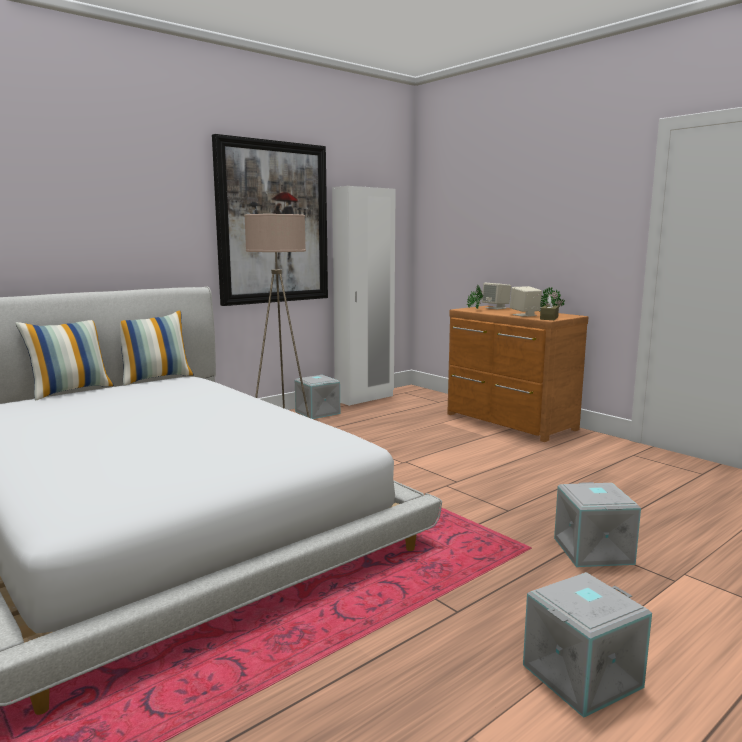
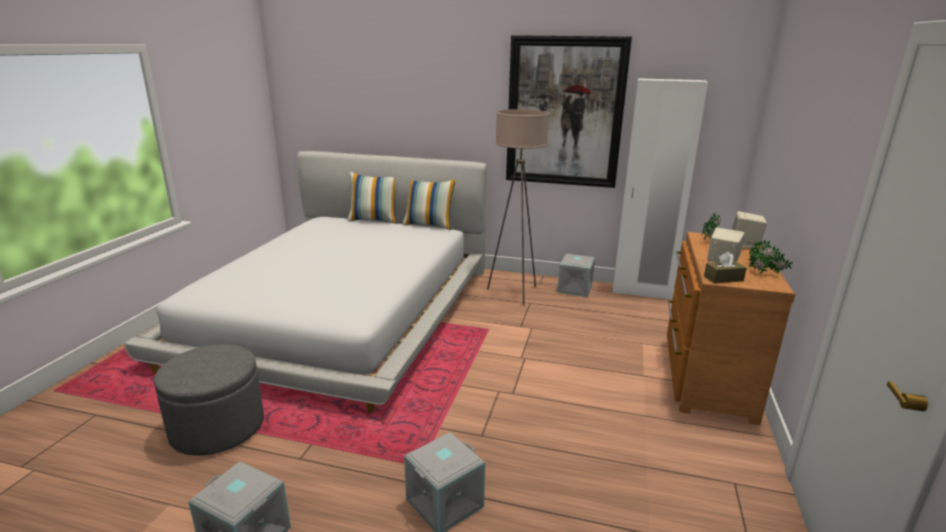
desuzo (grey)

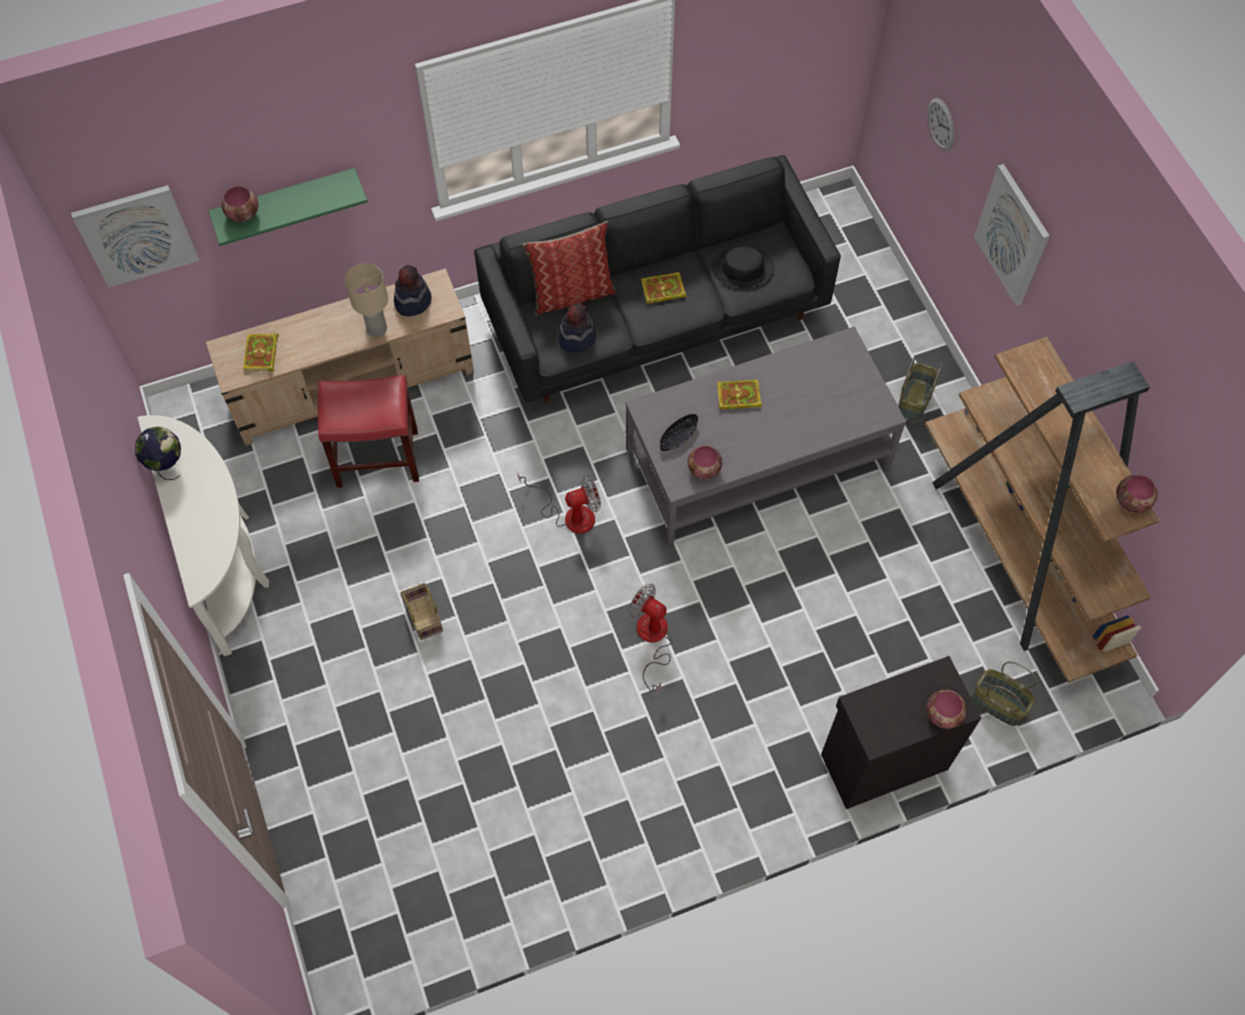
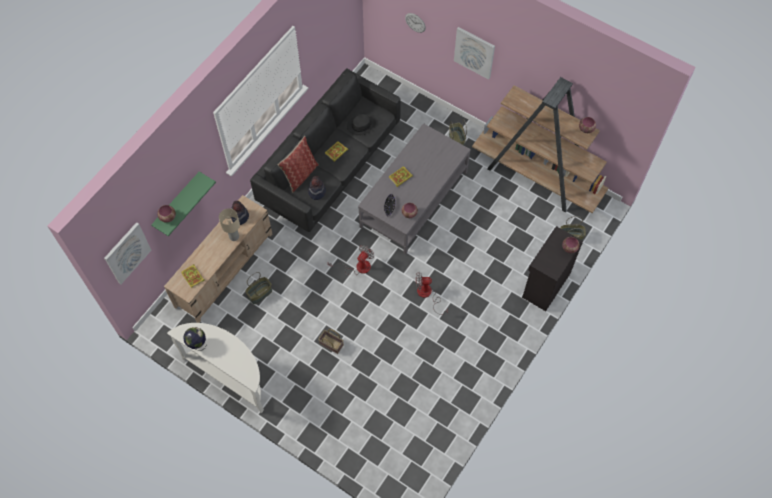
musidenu (1st from left)

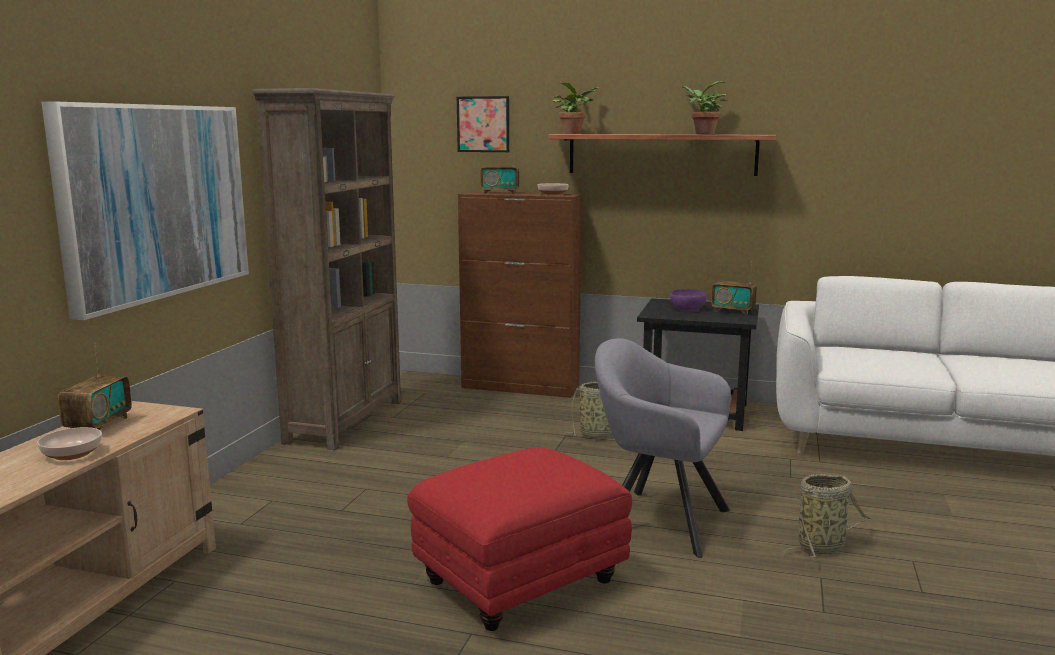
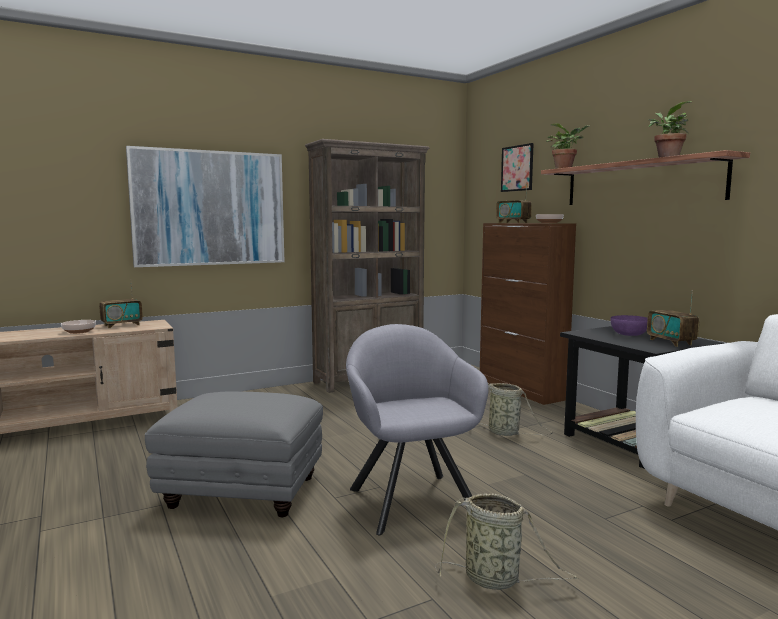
desuzo (grey)

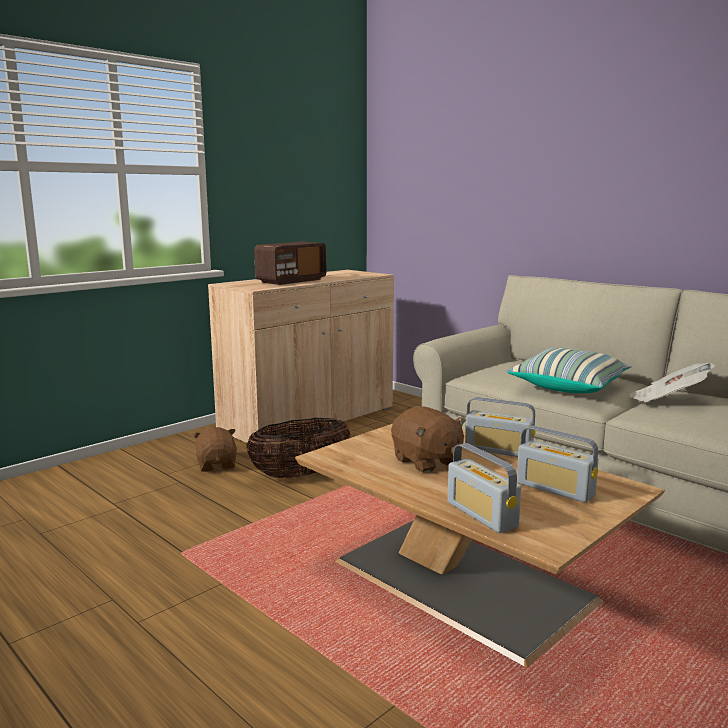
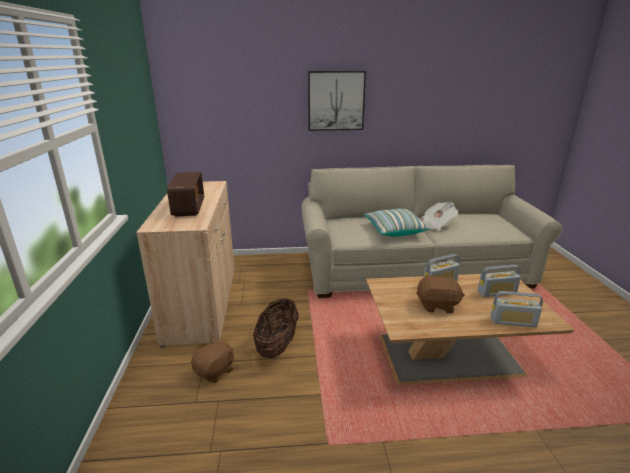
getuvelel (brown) (1st from left)
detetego

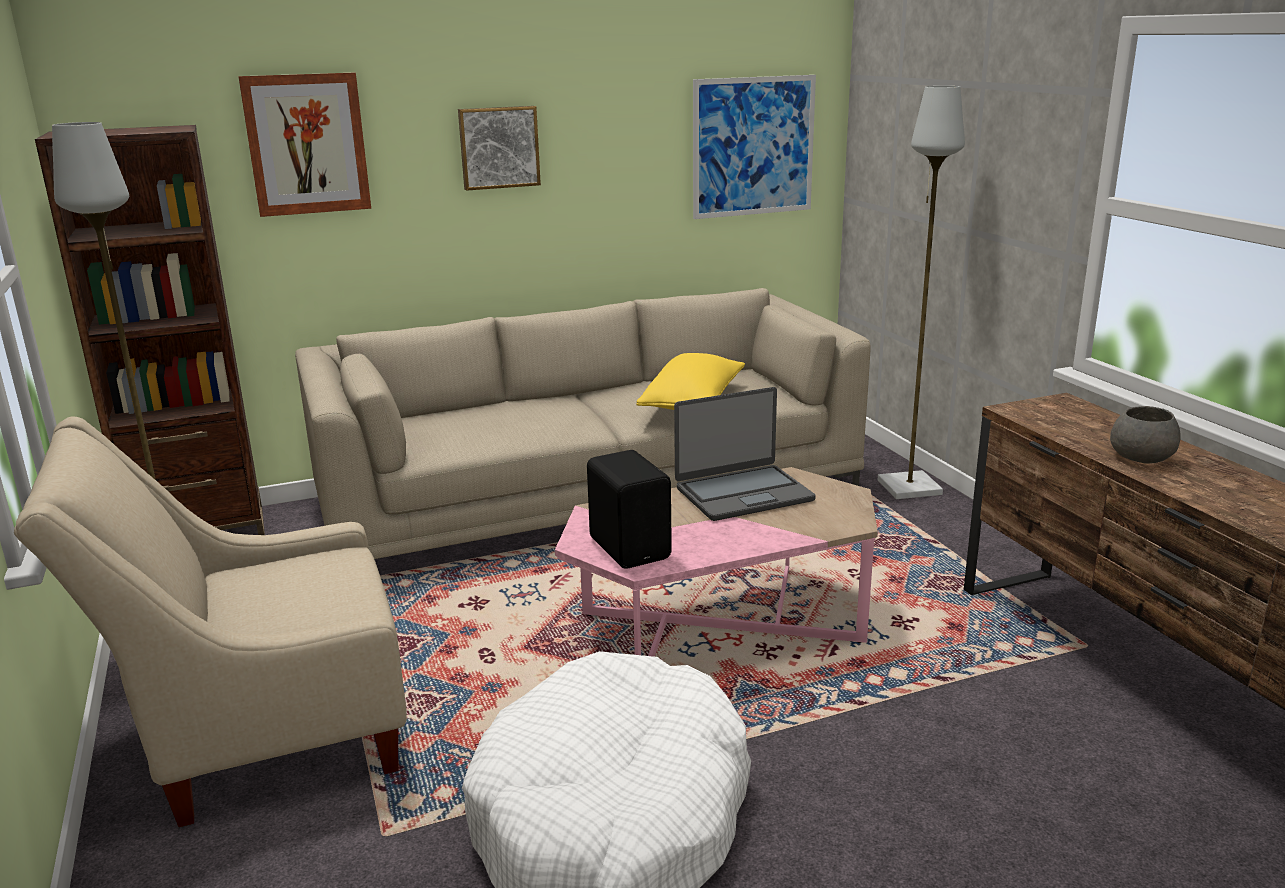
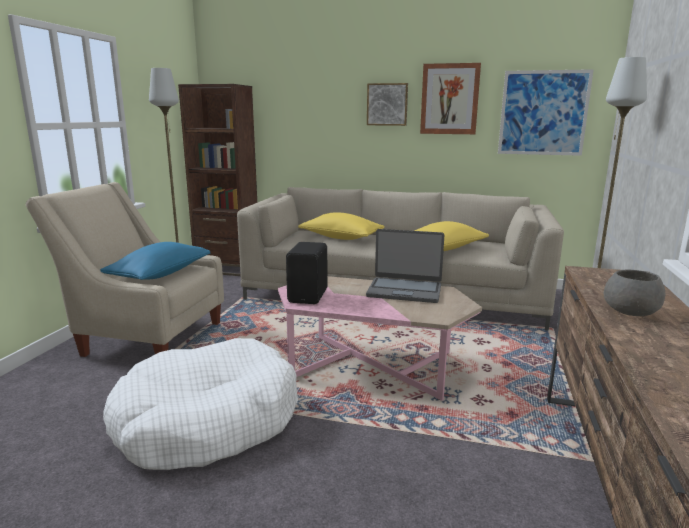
detetego (2nd from left)
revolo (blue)
revolo (yellow) (1st from left)

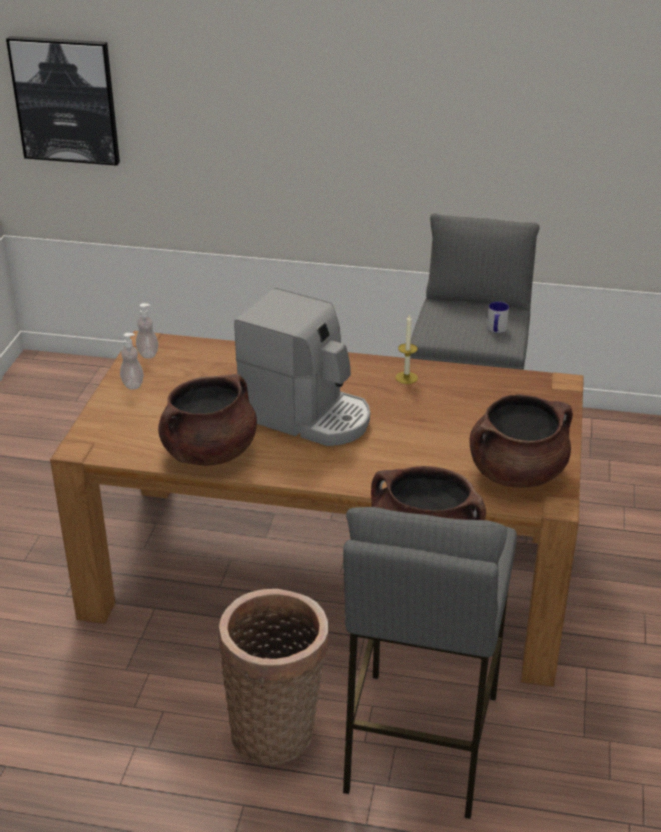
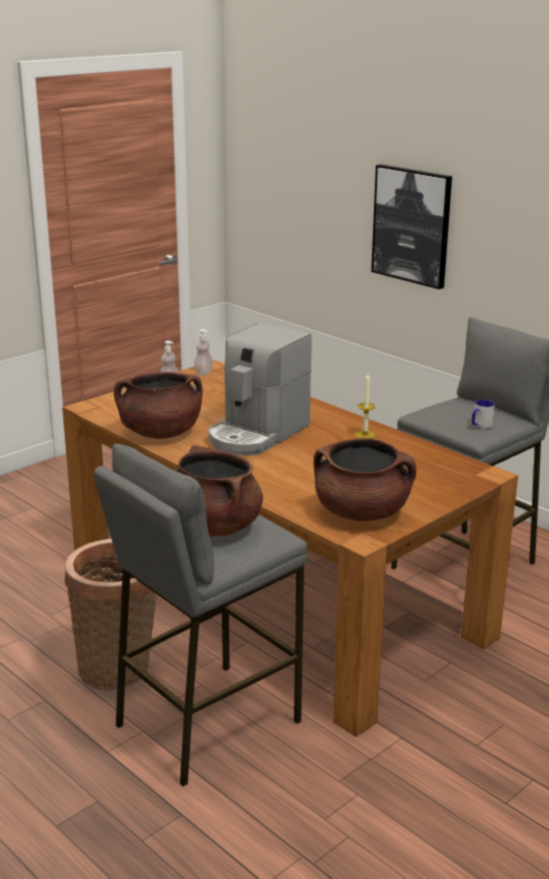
detetego
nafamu

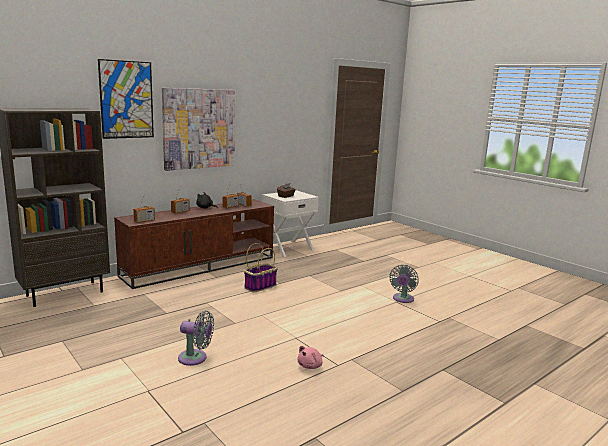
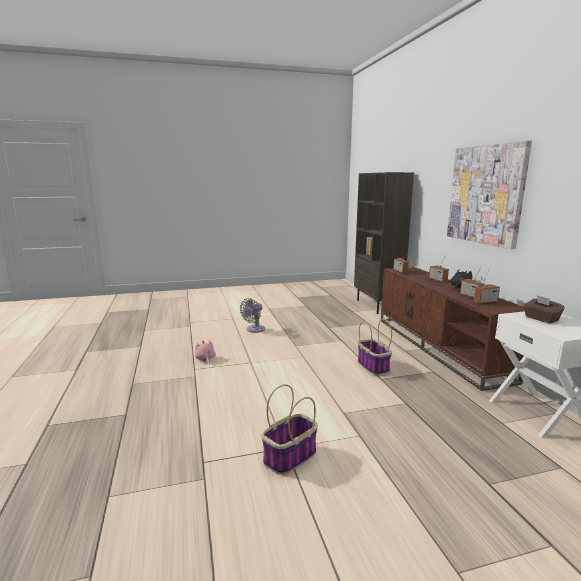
detetego (1st from left in the first image)
musidenu (1st from left)

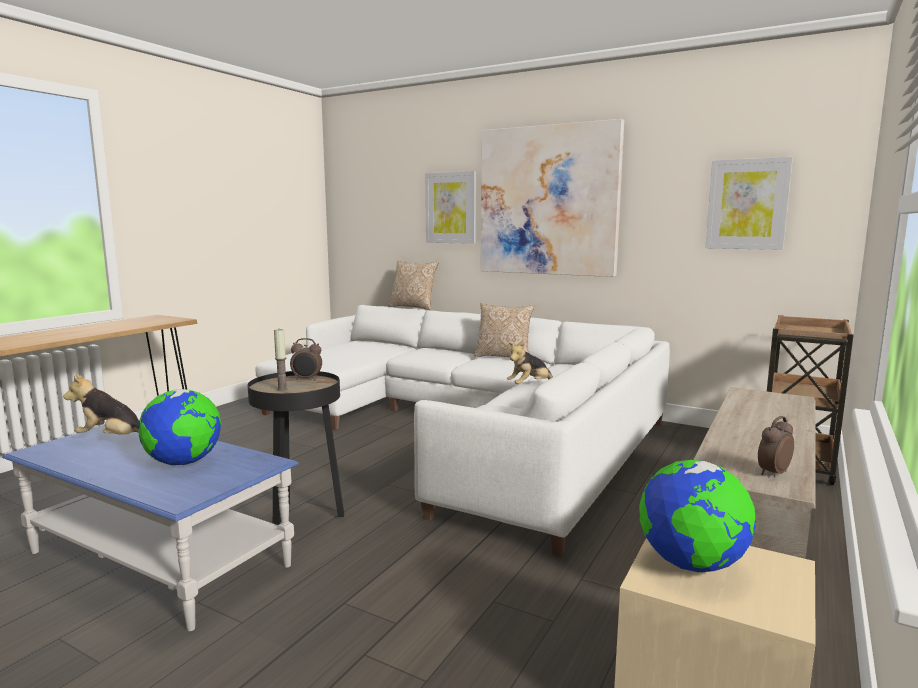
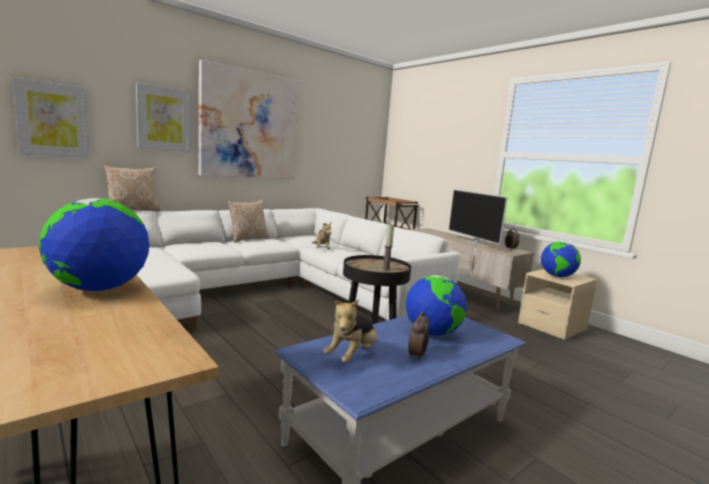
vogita (1st from left)
detetego (1st from left)
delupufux (1st from left)
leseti

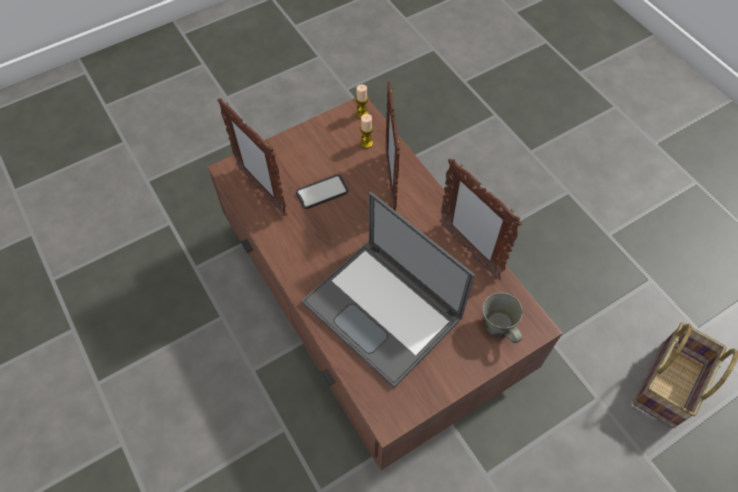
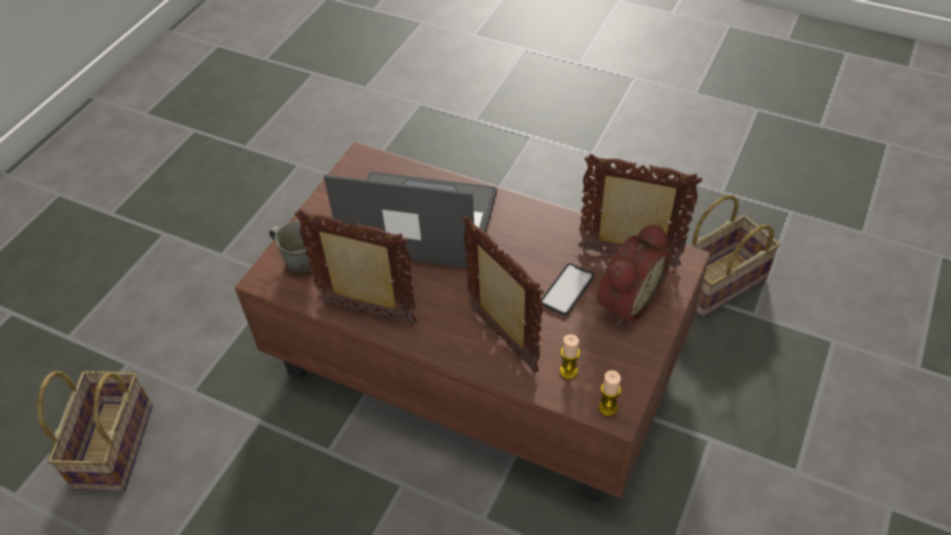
vogita
musidenu (2nd from left)

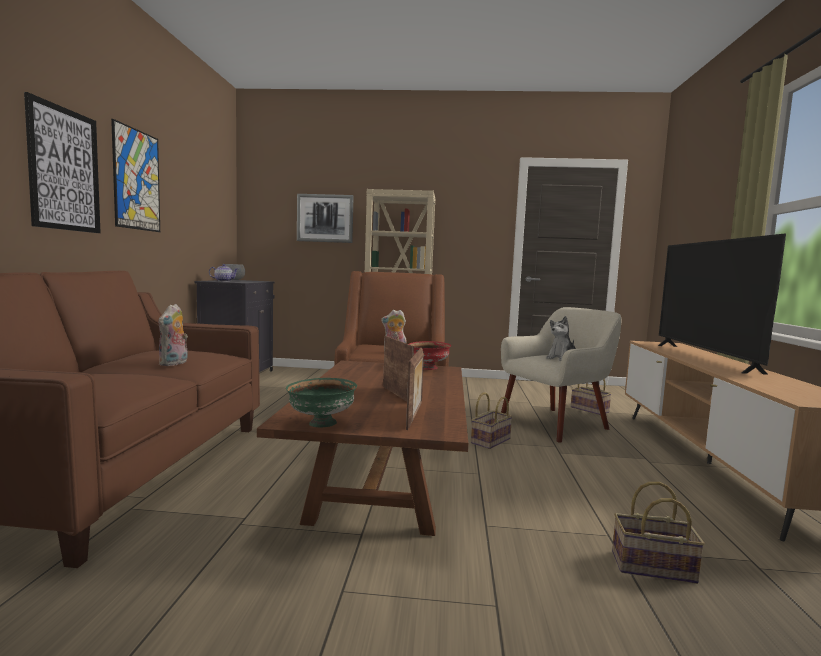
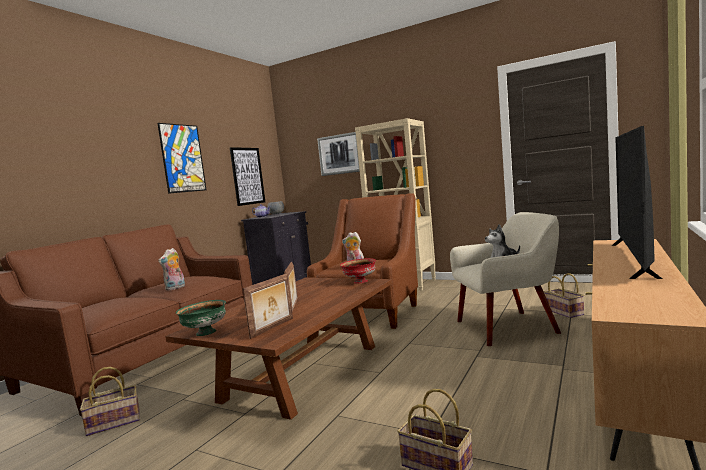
detetego (2nd from left)
musidenu (1st from left)

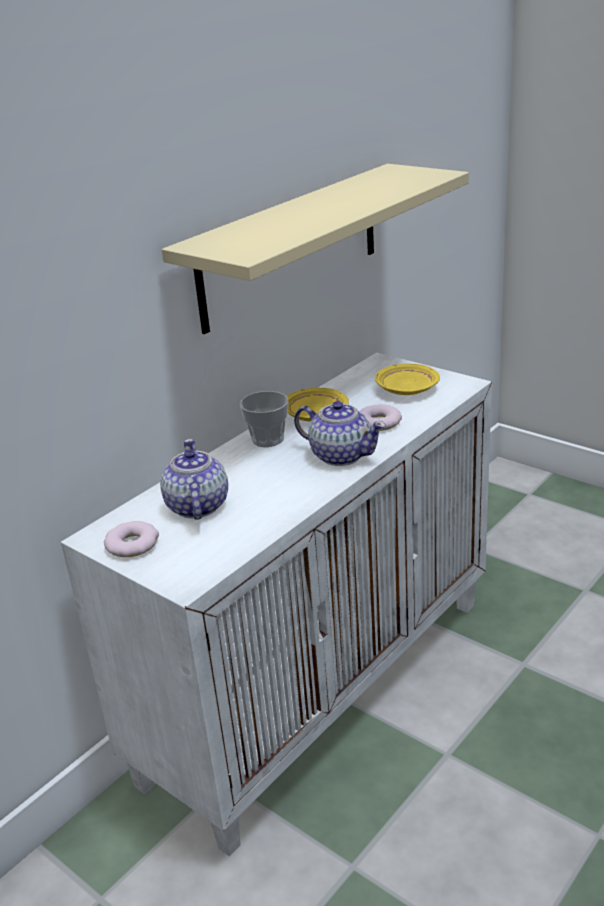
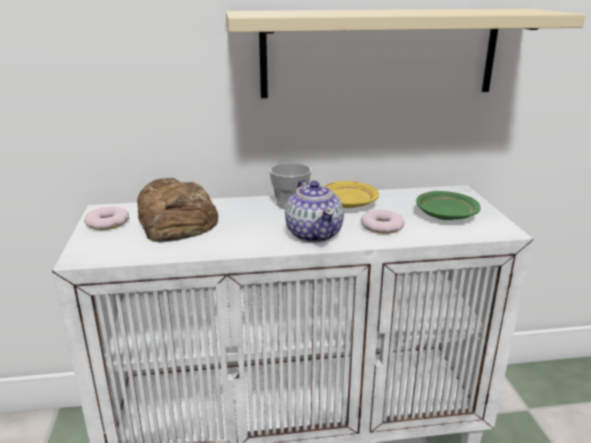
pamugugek
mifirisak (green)

